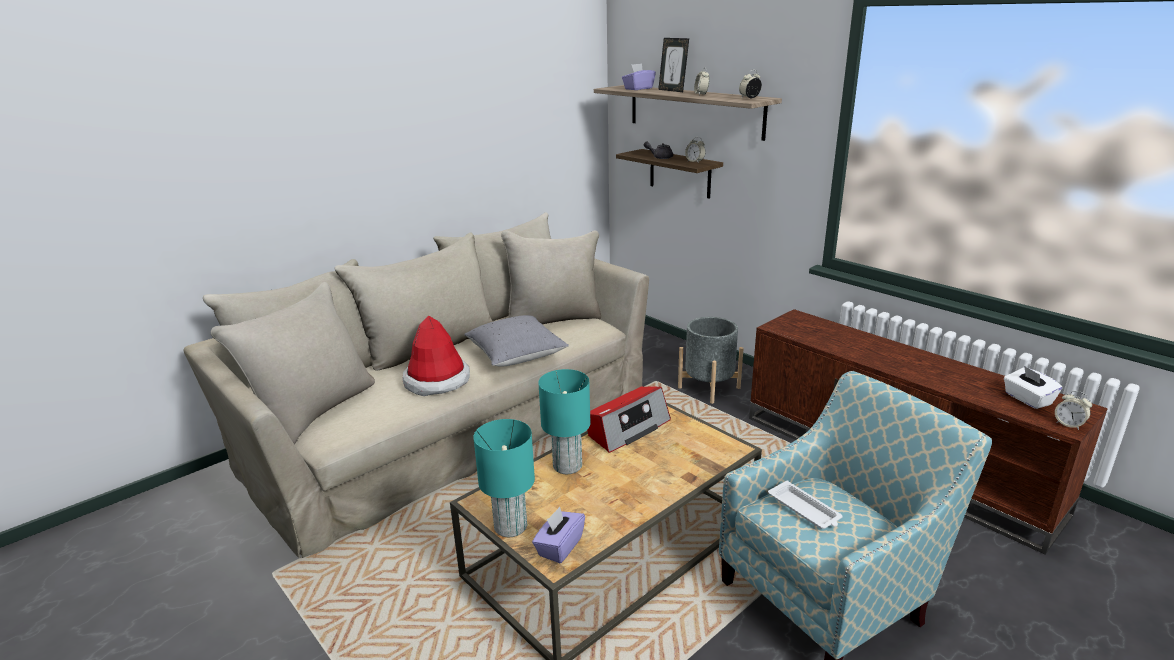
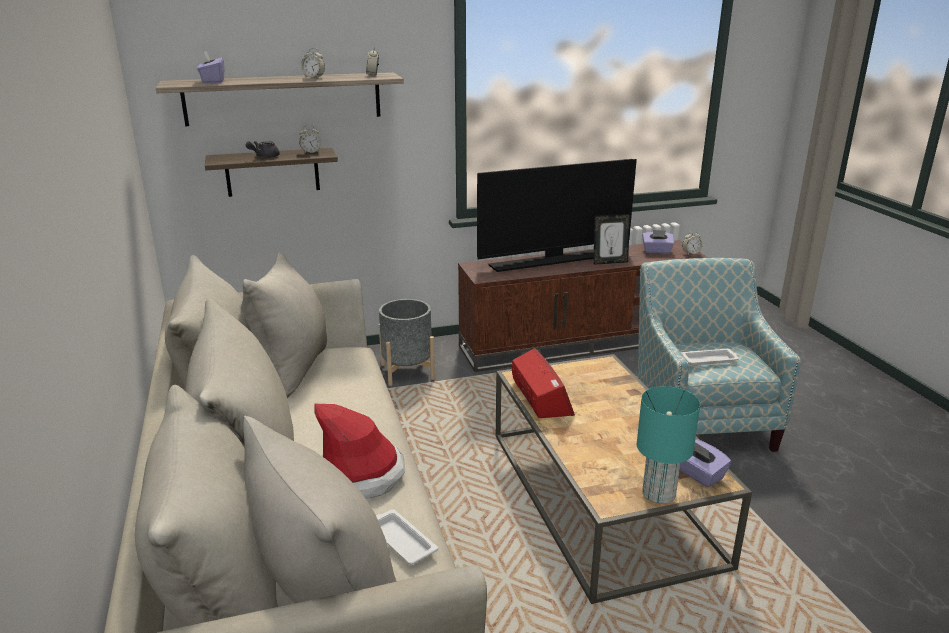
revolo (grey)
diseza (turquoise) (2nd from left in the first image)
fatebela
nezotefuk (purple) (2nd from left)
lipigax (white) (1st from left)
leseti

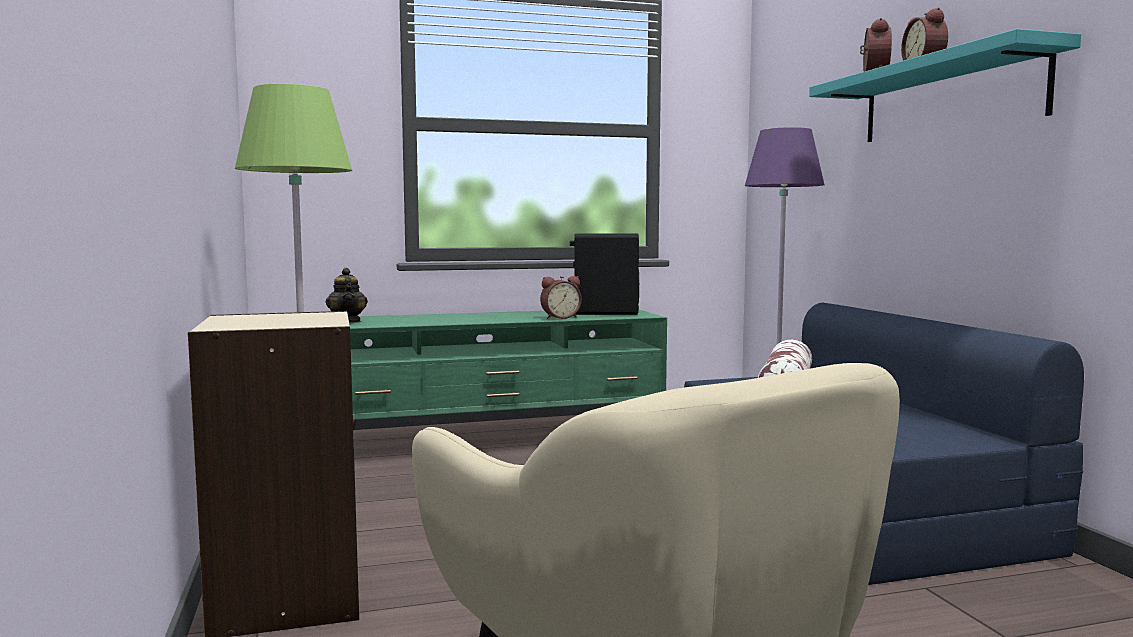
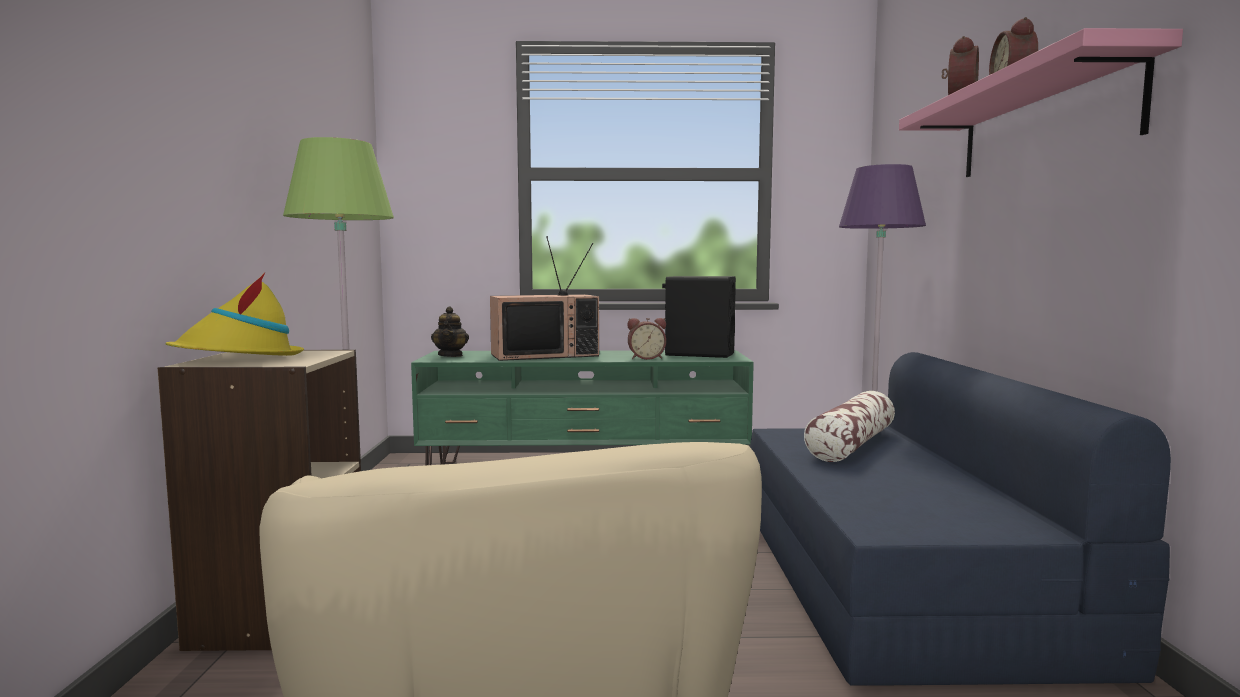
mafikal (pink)
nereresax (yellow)
leseti

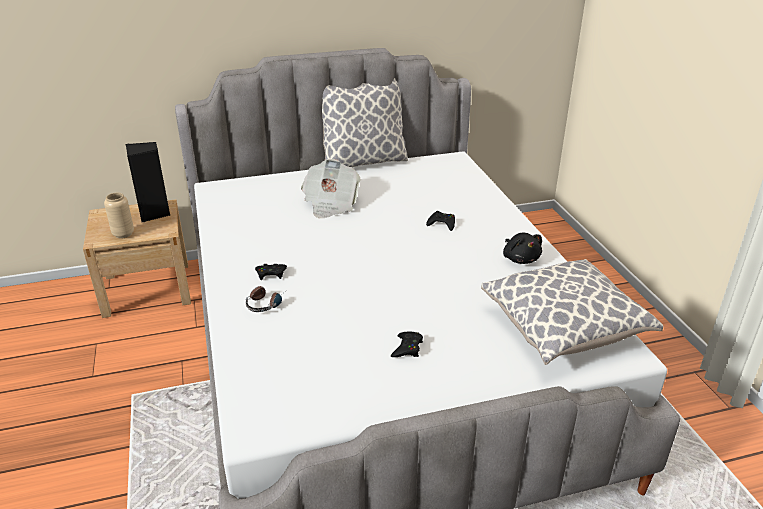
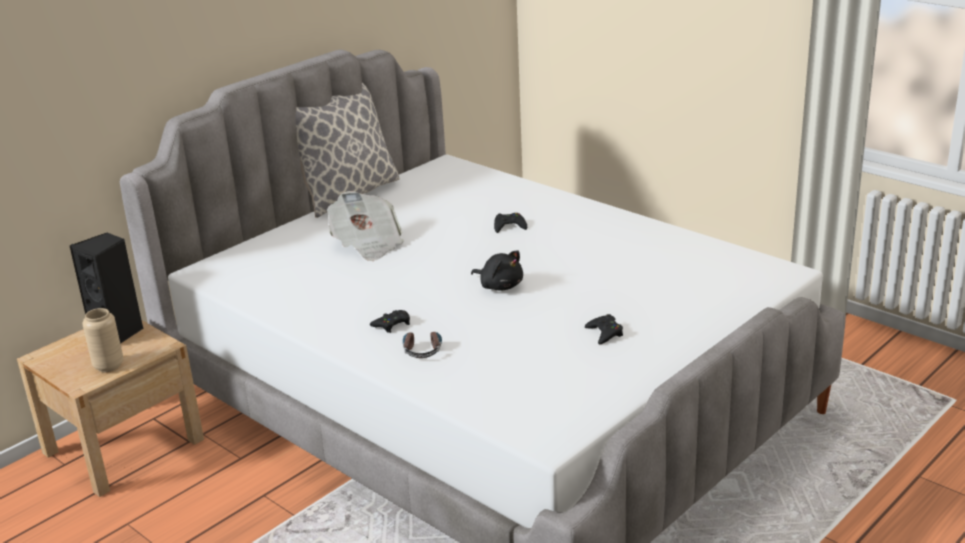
revolo (2nd from left in the first image)
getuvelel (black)

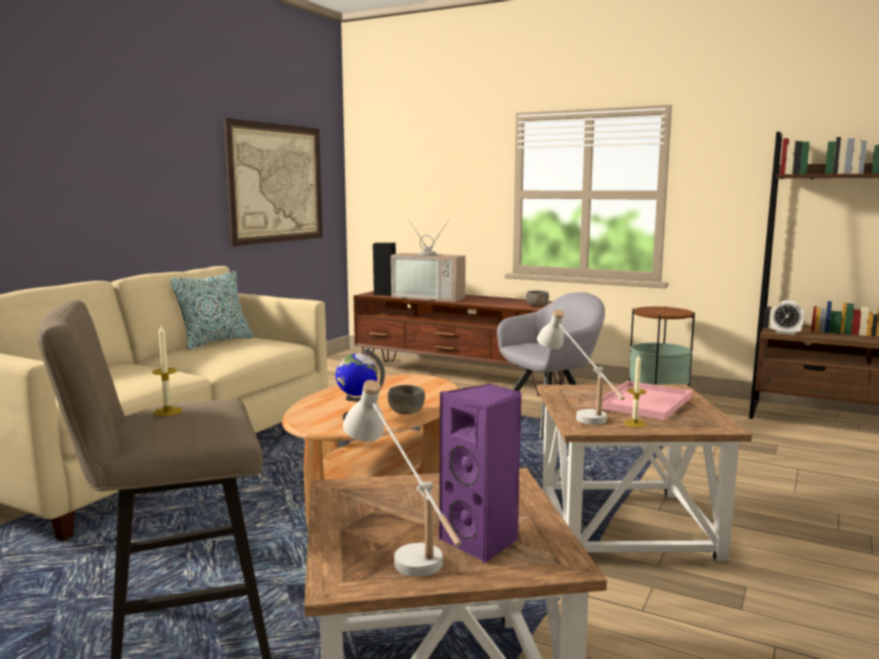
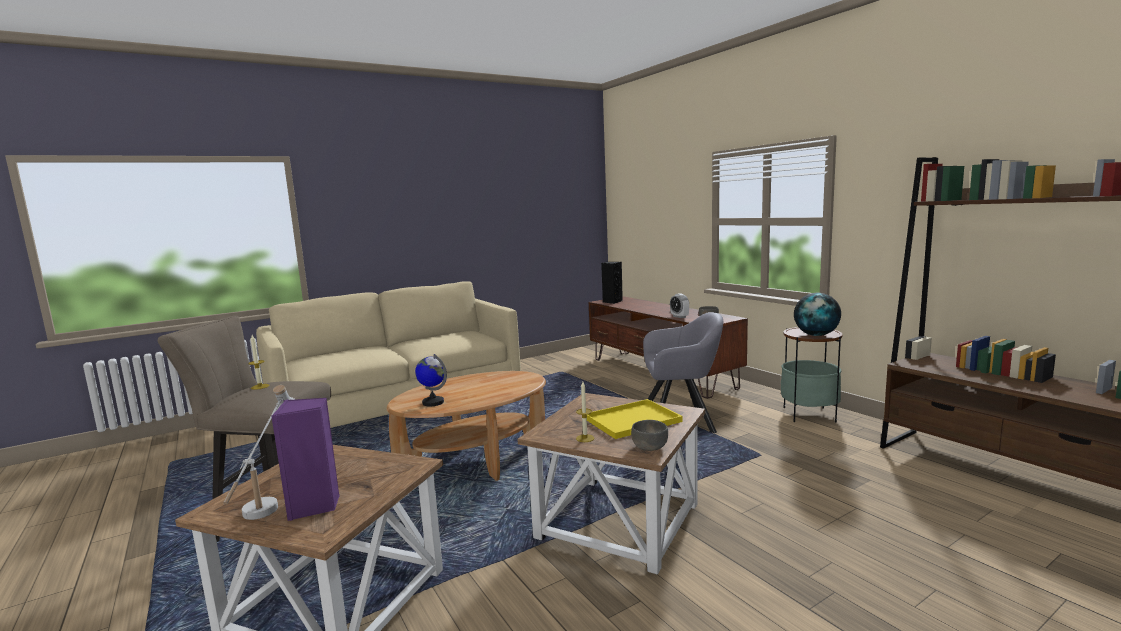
revolo
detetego
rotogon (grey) (1st from left)
leseti
diseza (white) (2nd from left in the first image)
lipigax (yellow)
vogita
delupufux (2nd from left)

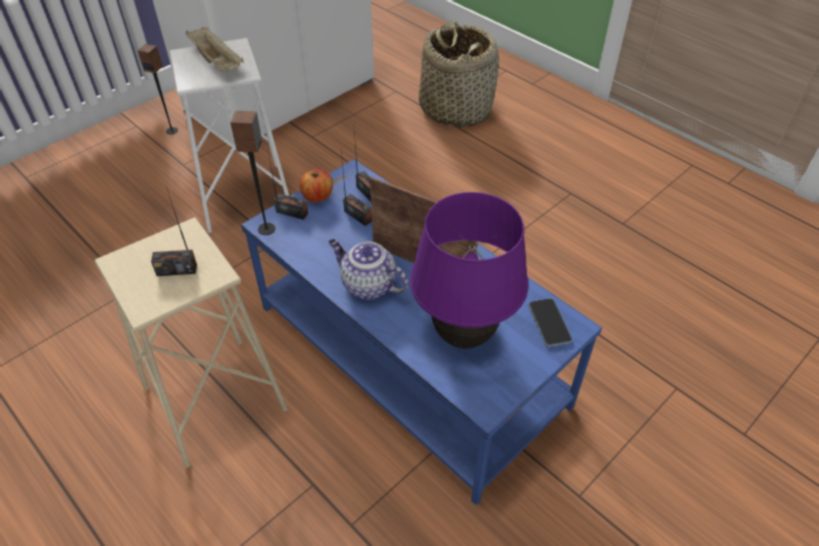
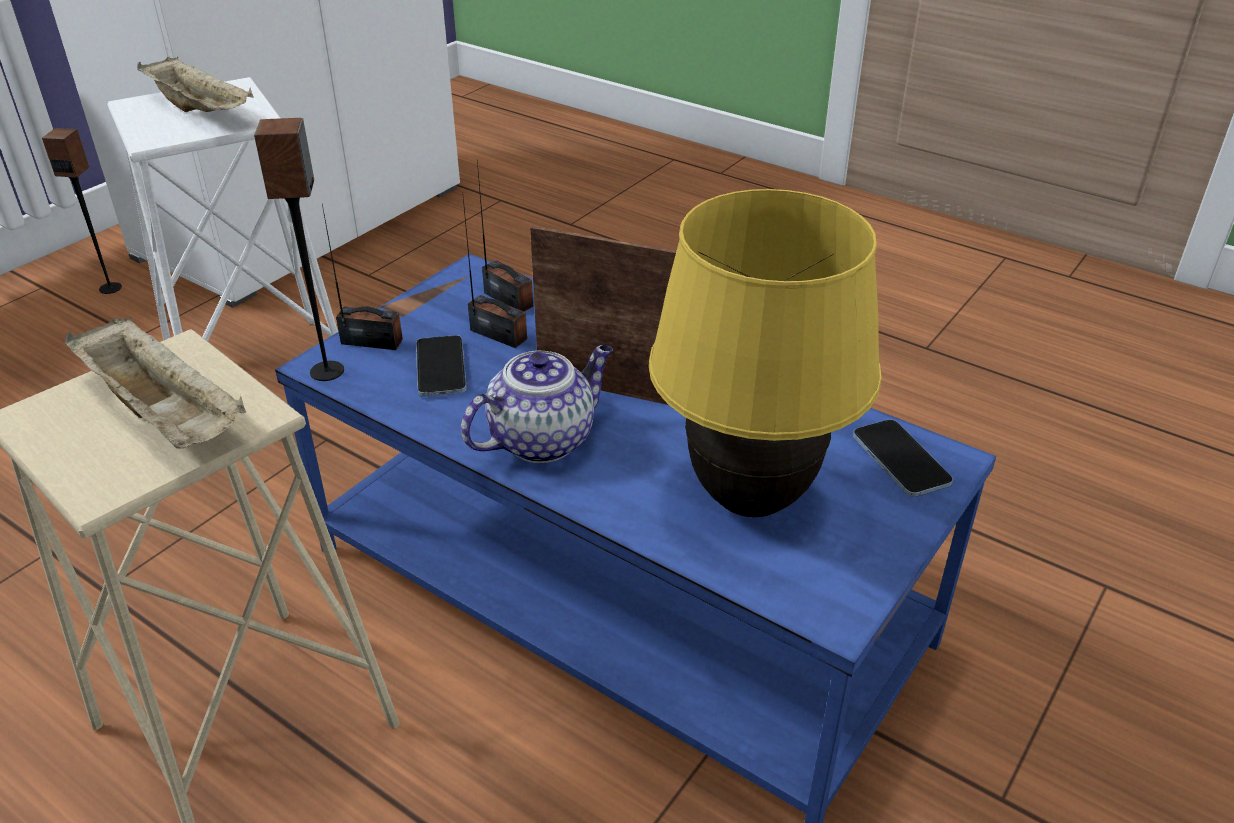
lipigax (beige) (1st from left)
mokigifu
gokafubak
diseza (yellow)
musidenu
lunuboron (1st from left)

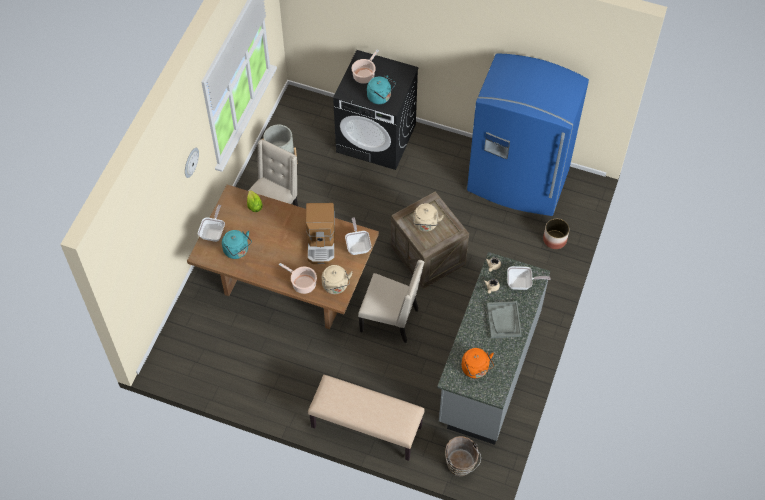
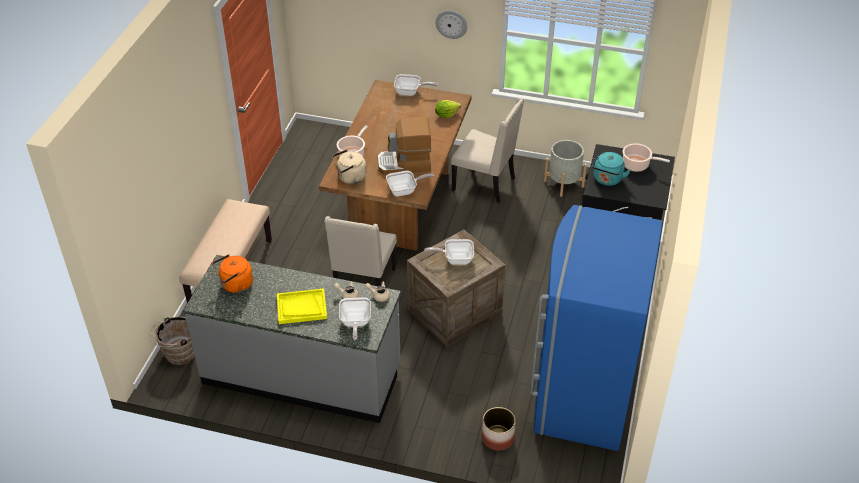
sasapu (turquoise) (1st from left in the first image)
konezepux (4th from left)
lipigax (yellow)

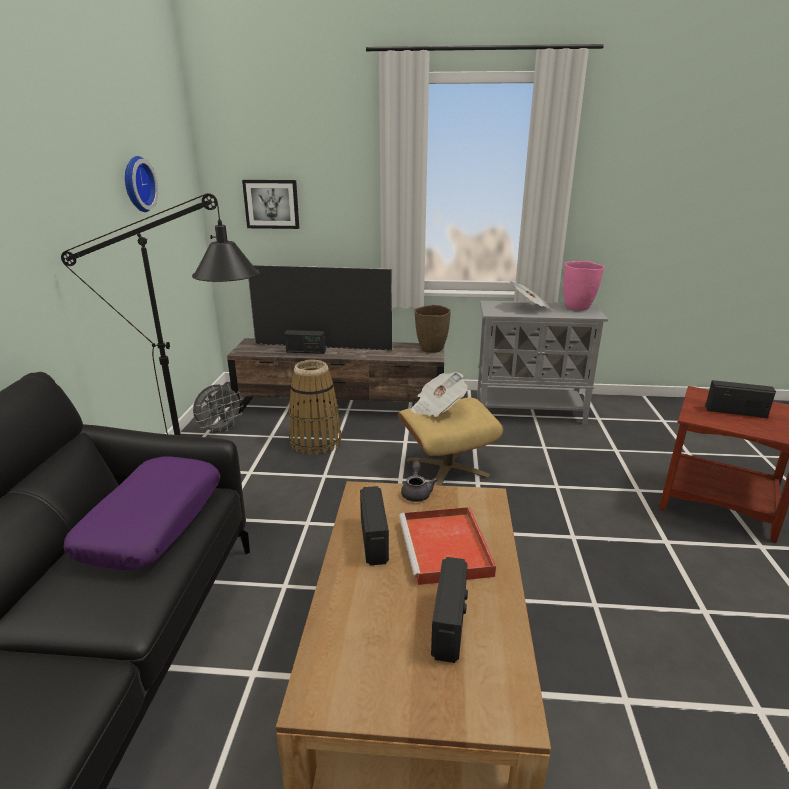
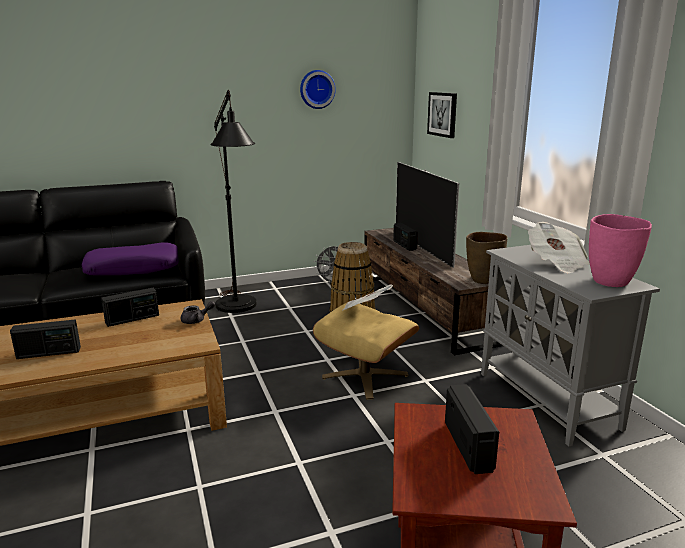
lipigax (red)

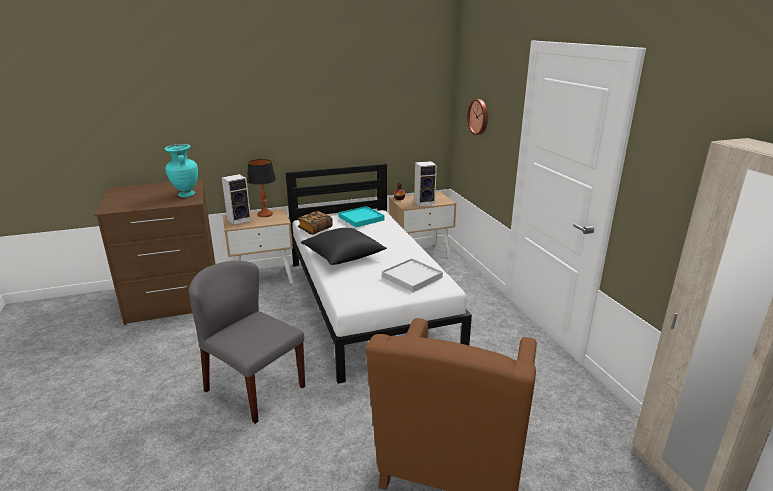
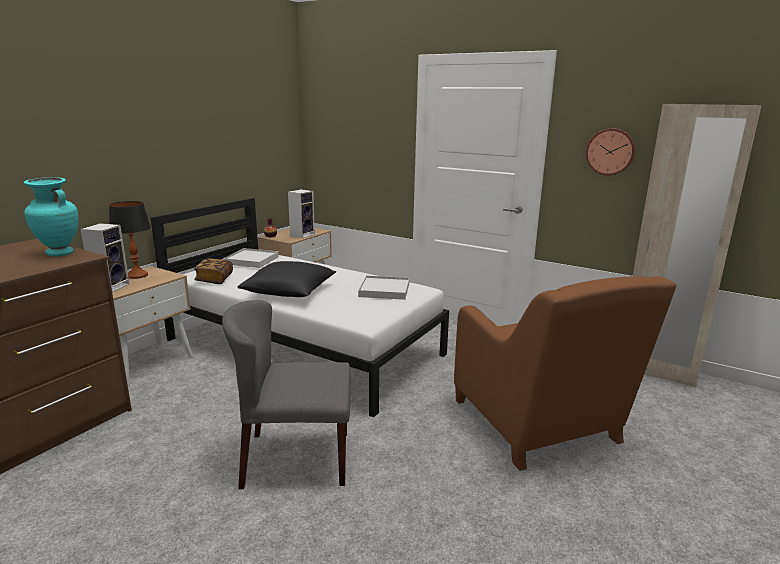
lipigax (white) (1st from left)
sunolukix

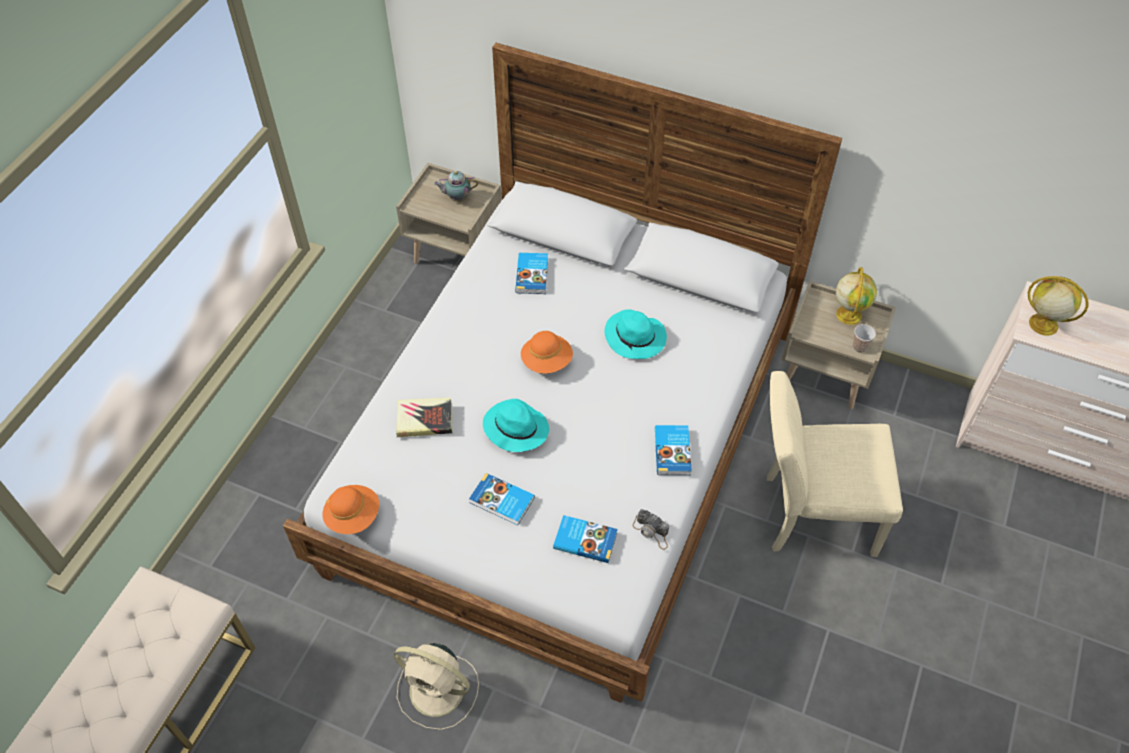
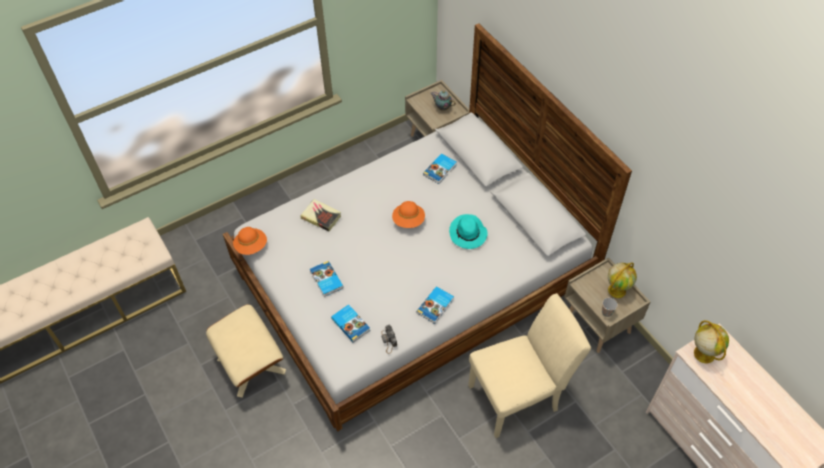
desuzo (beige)
nereresax (turquoise) (1st from left in the first image)
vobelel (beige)

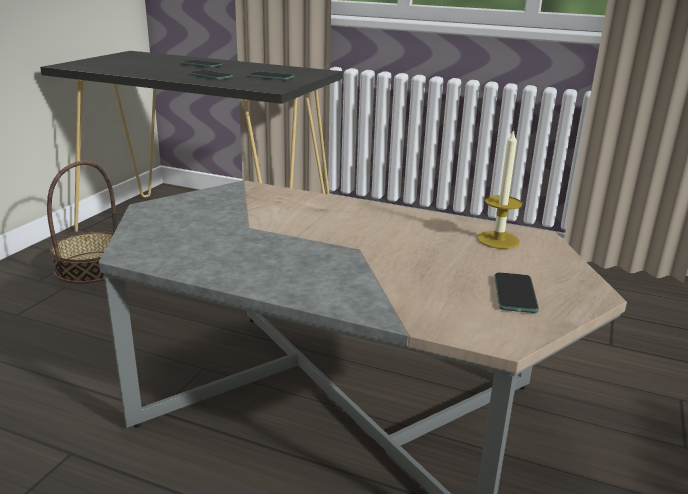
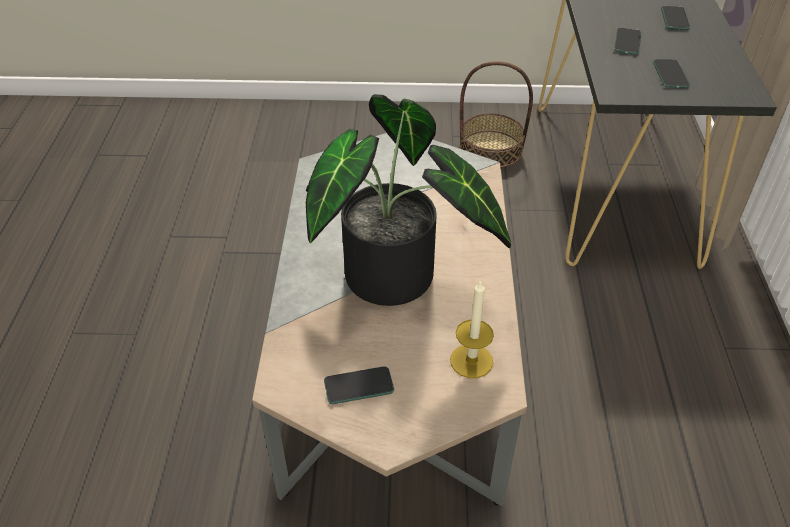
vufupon

